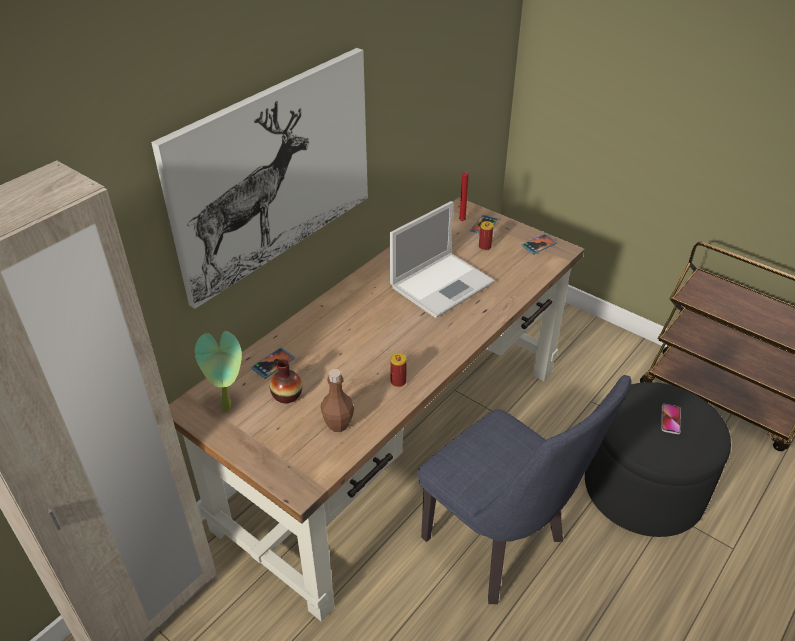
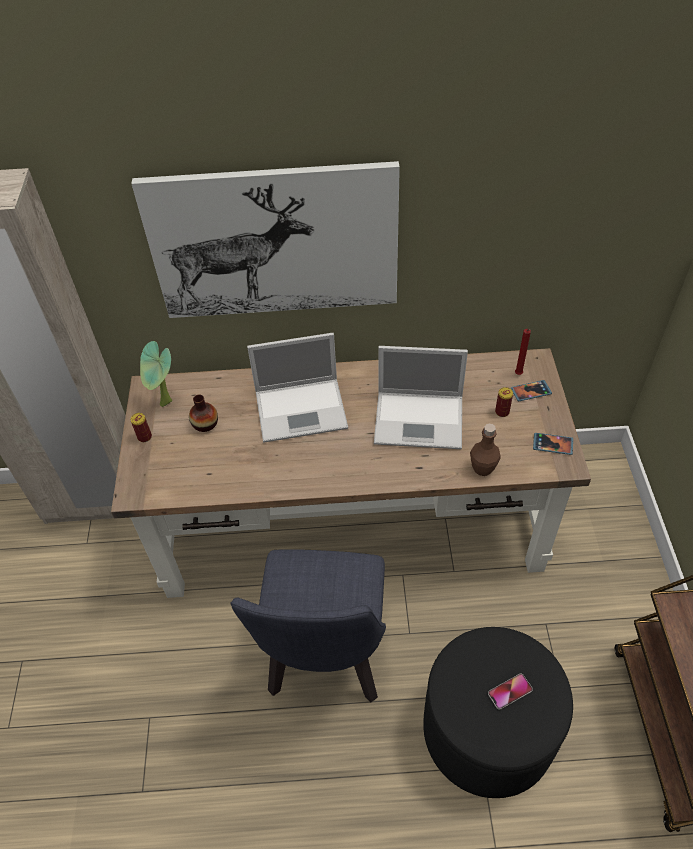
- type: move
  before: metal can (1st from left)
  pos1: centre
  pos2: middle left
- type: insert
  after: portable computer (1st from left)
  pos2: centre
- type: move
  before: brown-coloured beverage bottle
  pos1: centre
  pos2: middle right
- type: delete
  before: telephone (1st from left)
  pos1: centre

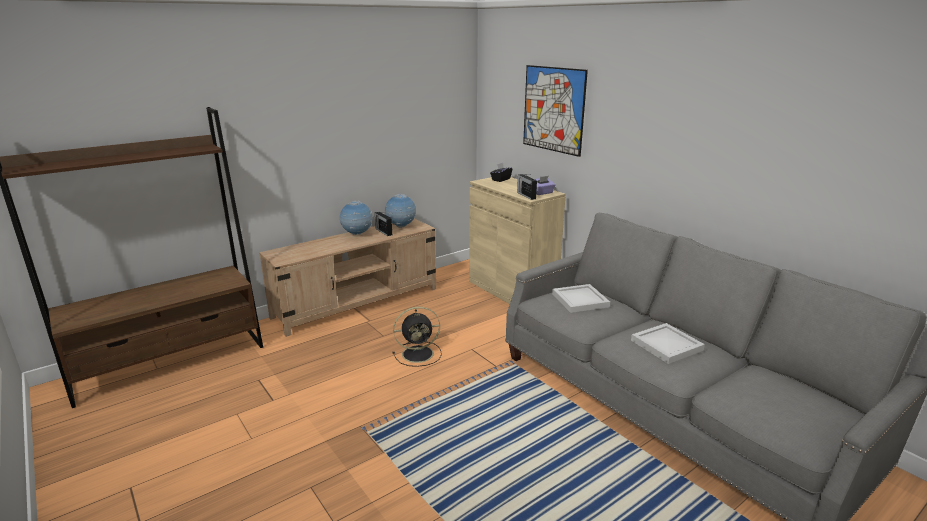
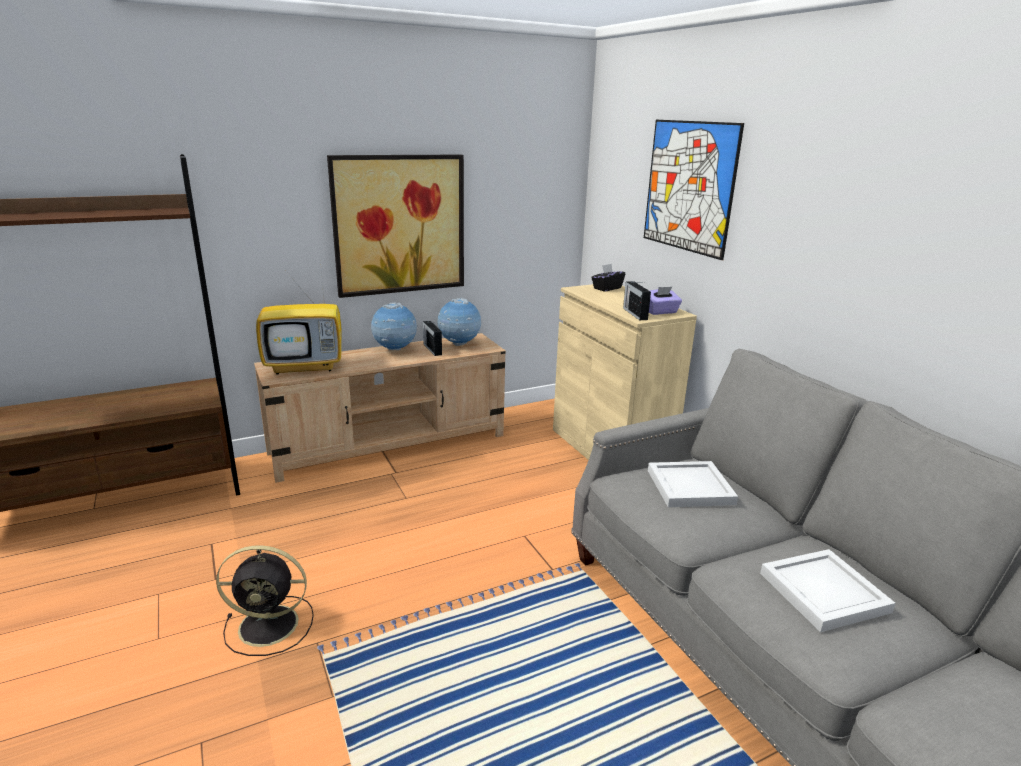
- type: move
  before: black-coloured electric fan
  pos1: centre
  pos2: bottom left
- type: insert
  after: television
  pos2: middle left
- type: insert
  after: picture (1st from left)
  pos2: top centre

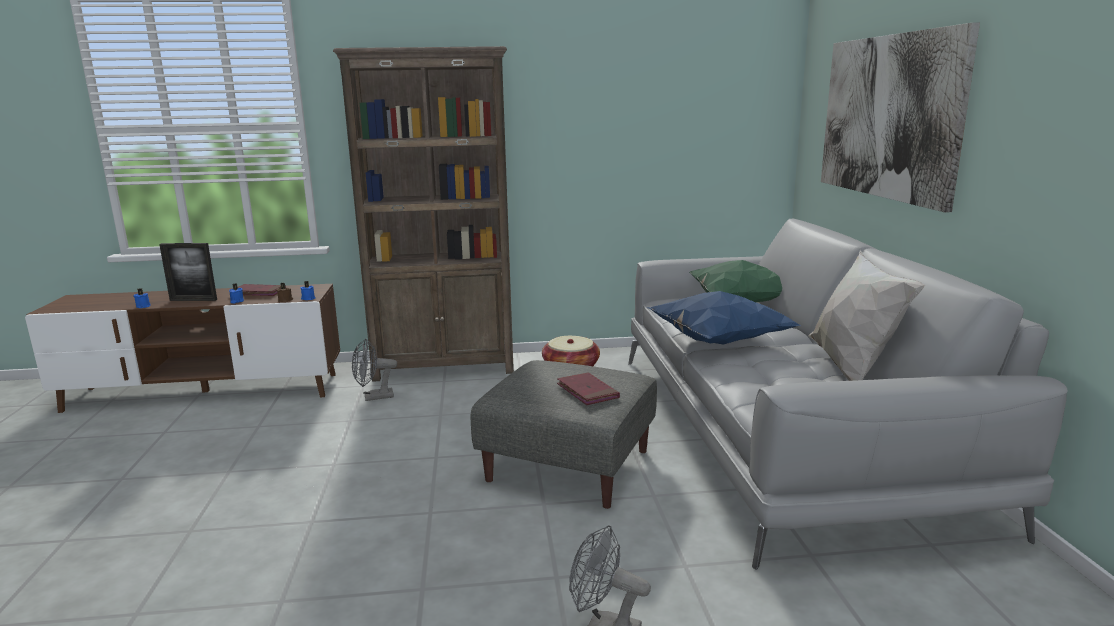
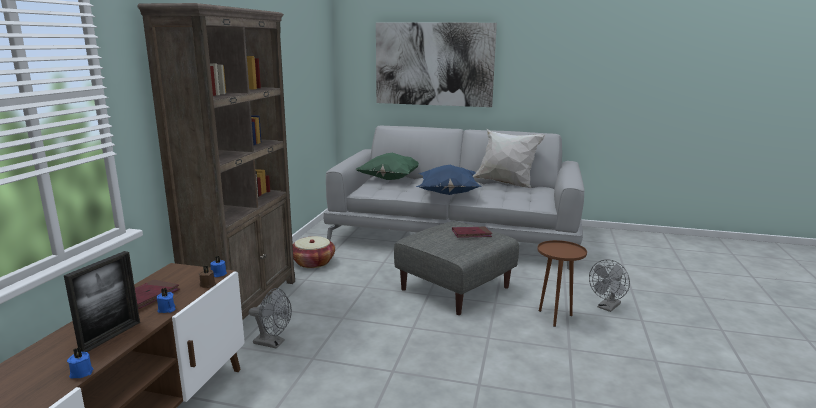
- type: rotate
  before: gray electric fan (1st from left)
  pos1: centre
  pos2: bottom left
  turn: -75
- type: insert
  after: brown-coloured end table
  pos2: bottom right

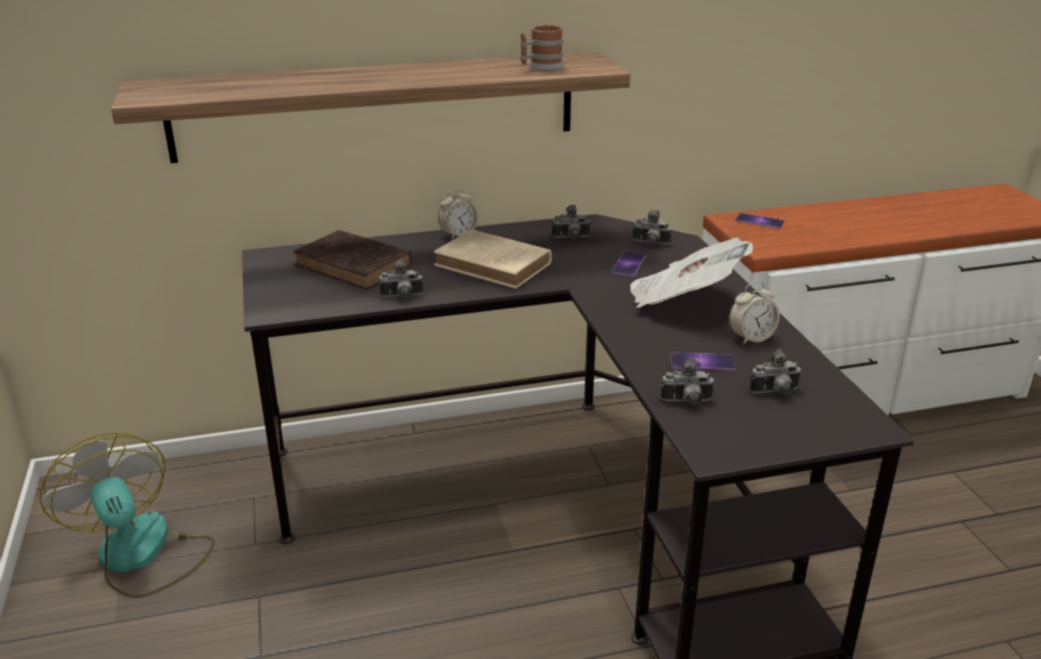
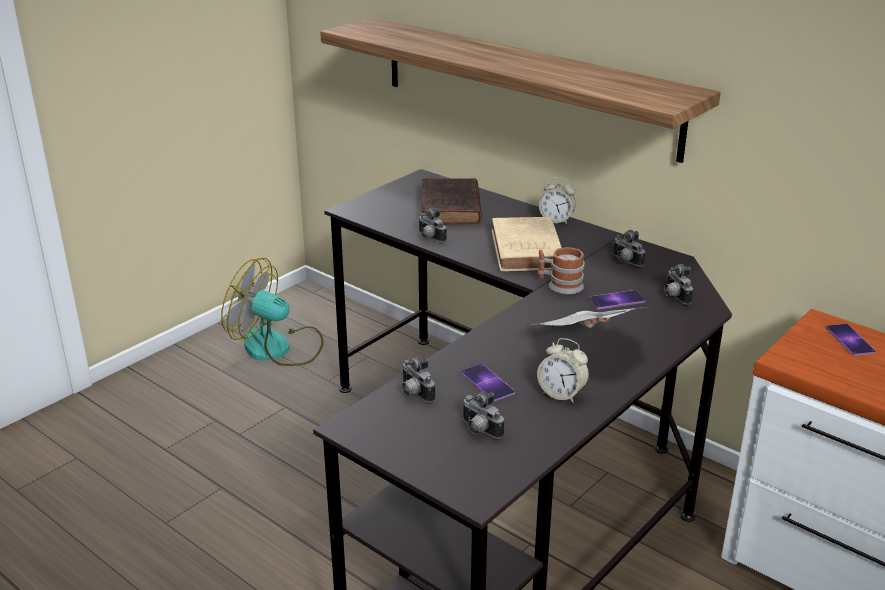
- type: rotate
  before: electric fan
  pos1: bottom left
  pos2: middle left
  turn: -90
- type: move
  before: mug
  pos1: top centre
  pos2: centre

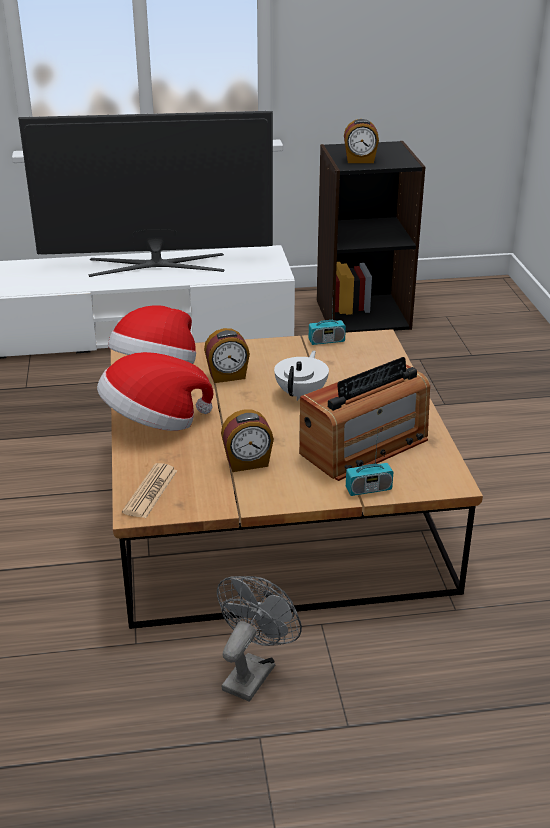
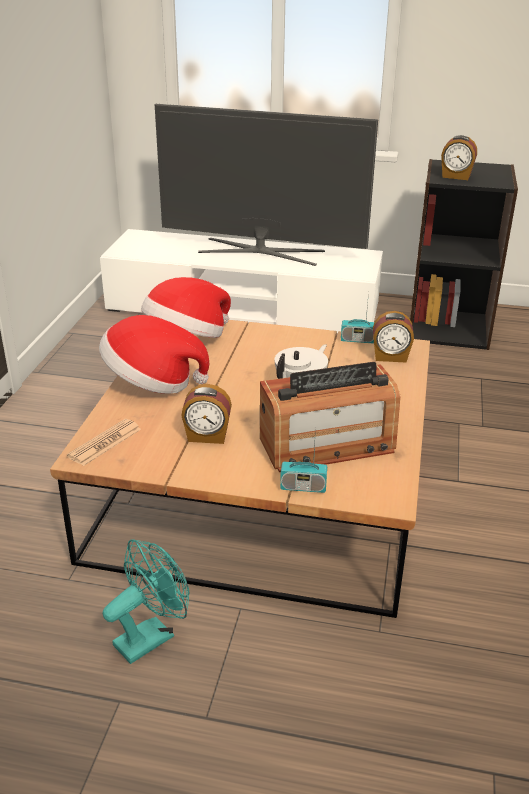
- type: recolor
  before: gray electric fan
  after: turquoise-coloured electric fan
  pos1: bottom centre
  pos2: bottom left
- type: move
  before: bedside clock (1st from left in the first image)
  after: bedside clock (2nd from left)
  pos1: centre
  pos2: middle right

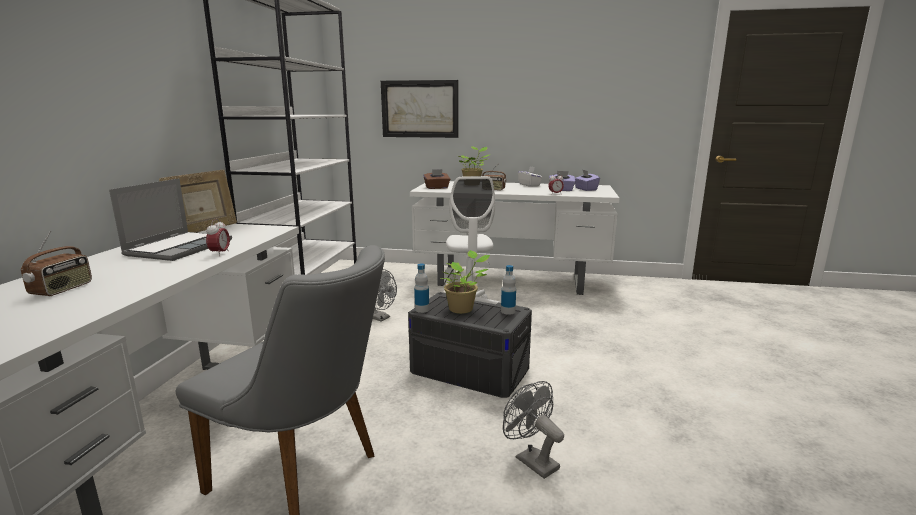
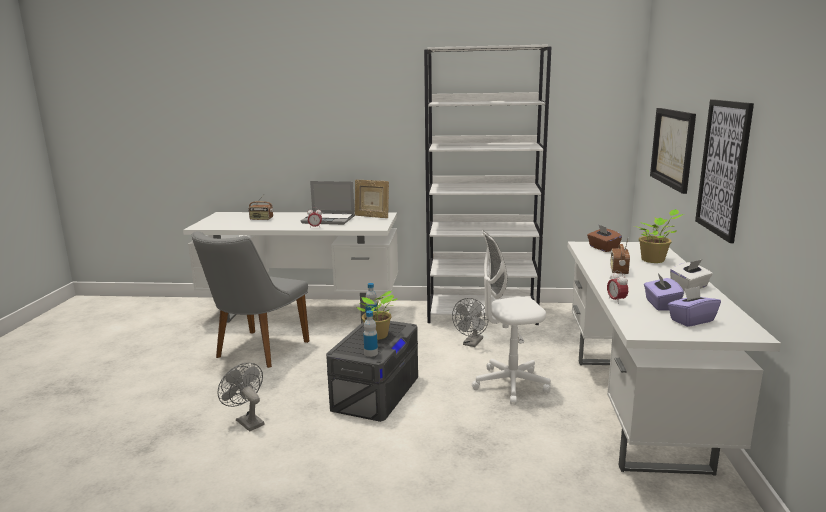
- type: rotate
  before: gray electric fan (2nd from left in the first image)
  pos1: bottom centre
  pos2: bottom left
  turn: -90
- type: insert
  after: picture (2nd from left)
  pos2: middle right

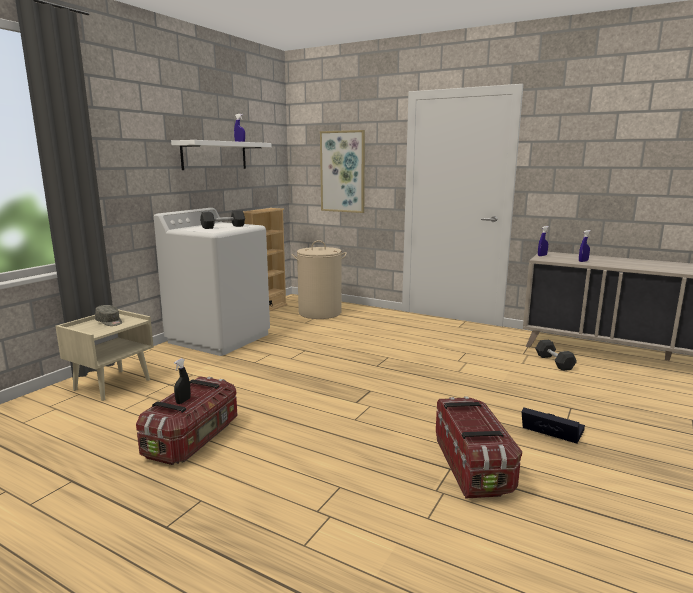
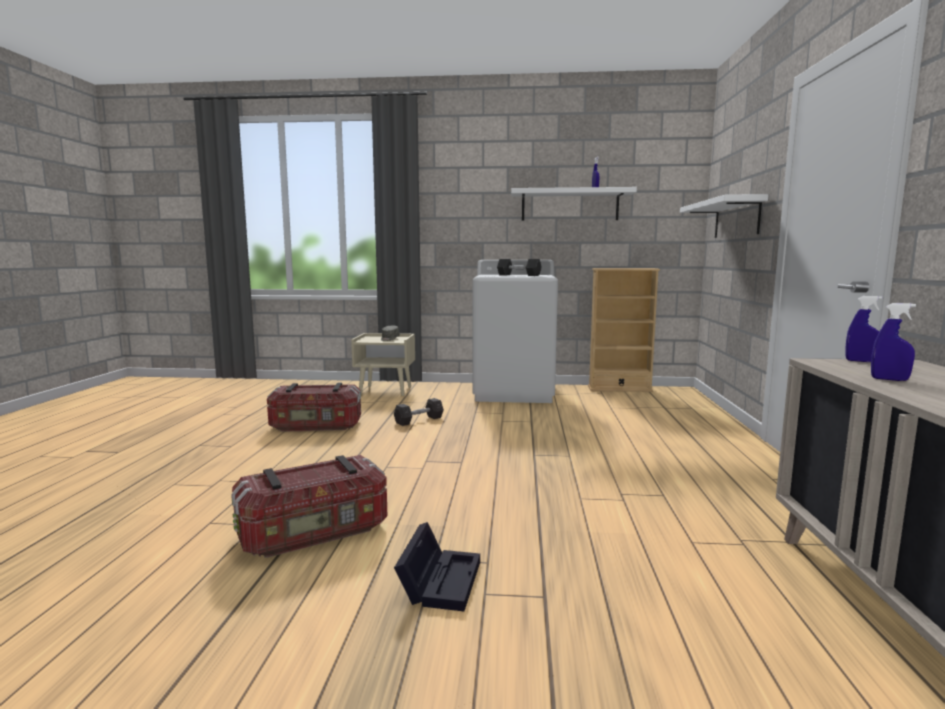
- type: move
  before: gray free weight (2nd from left in the first image)
  after: gray free weight (1st from left)
  pos1: middle right
  pos2: centre
- type: replace
  before: picture
  after: white-coloured wall shelf (2nd from left)
  pos1: top centre
  pos2: top right
- type: delete
  before: black-coloured spray bottle
  pos1: middle left
- type: delete
  before: beige-coloured washing basket
  pos1: centre

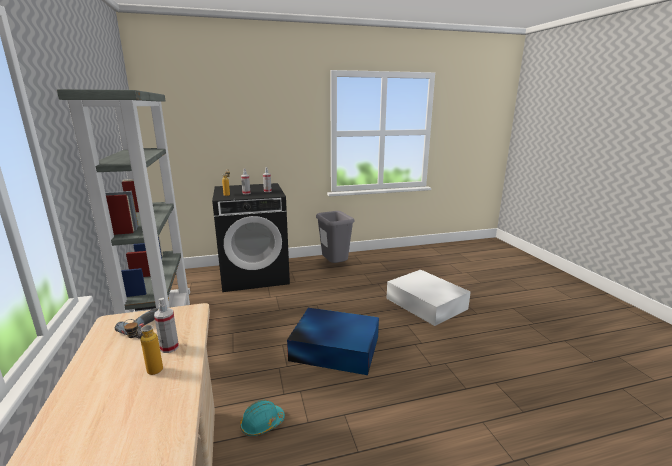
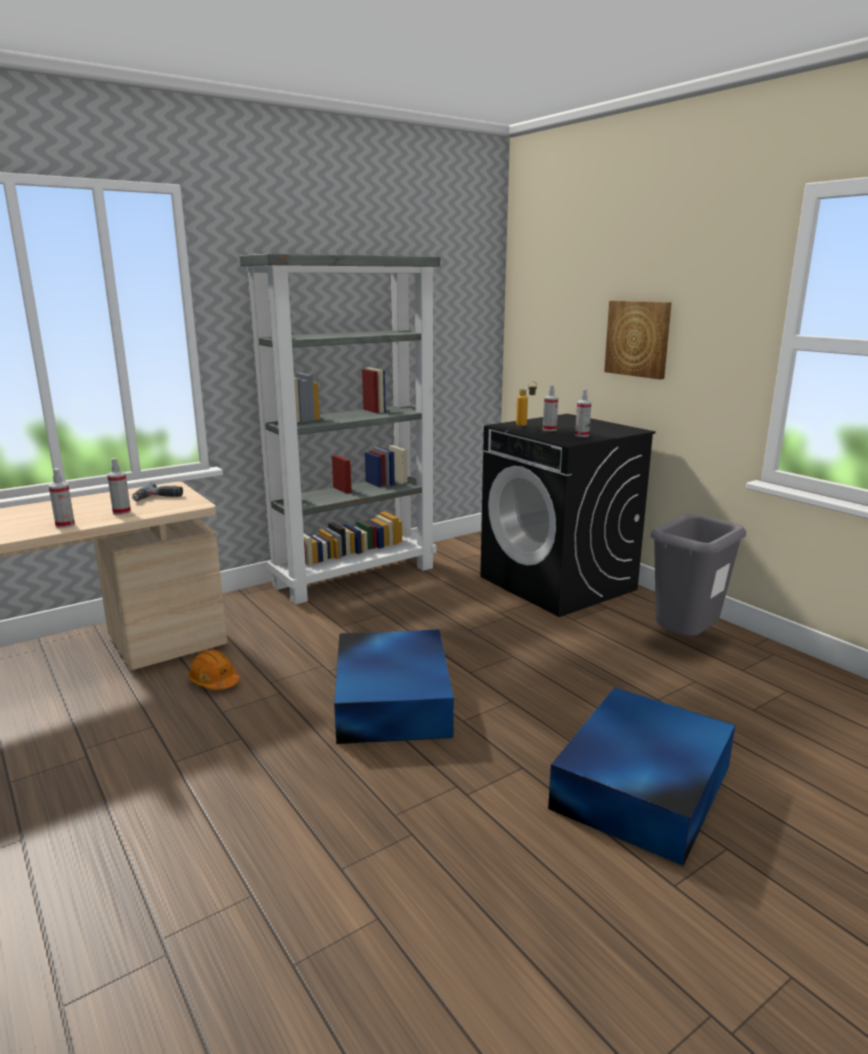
- type: insert
  after: spray bottle (1st from left)
  pos2: middle left
- type: recolor
  before: turquoise-coloured safety helmet
  after: orange safety helmet
  pos1: bottom centre
  pos2: middle left
- type: recolor
  before: white-coloured storage container
  after: blue storage container (2nd from left)
  pos1: centre
  pos2: bottom right
- type: insert
  after: picture
  pos2: top right
- type: delete
  before: beverage bottle (1st from left)
  pos1: bottom left

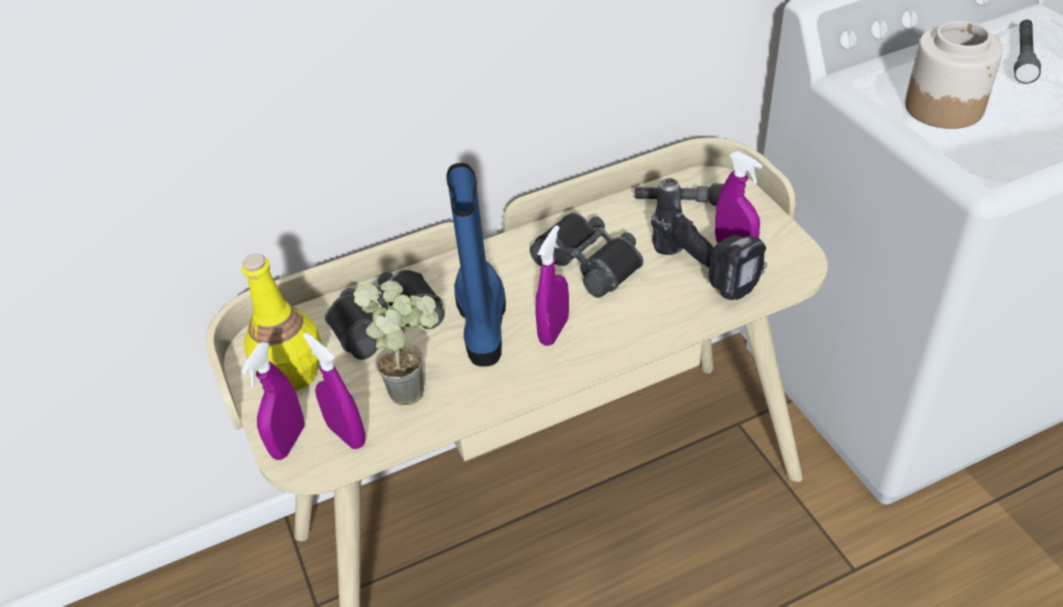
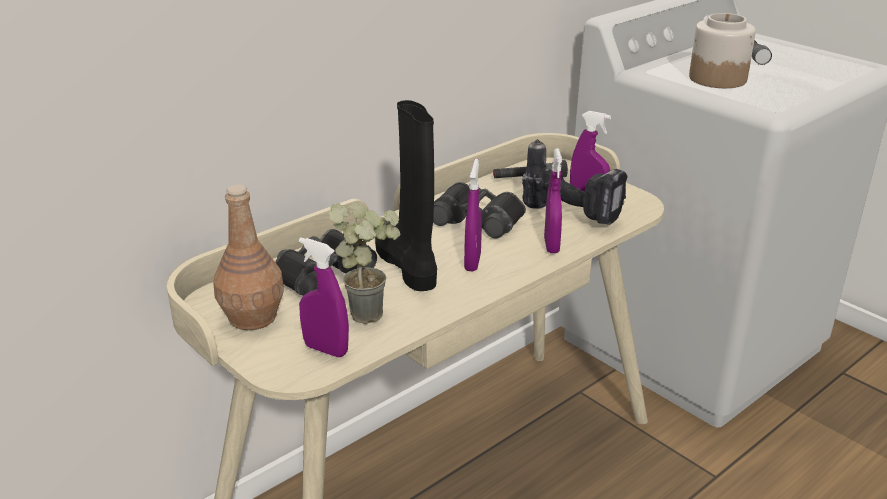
- type: recolor
  before: yellow beverage bottle
  after: brown-coloured beverage bottle
  pos1: middle left
  pos2: middle left
- type: recolor
  before: blue tall boot
  after: black-coloured tall boot
  pos1: centre
  pos2: centre
- type: move
  before: purple spray bottle (1st from left in the first image)
  after: purple spray bottle (3rd from left)
  pos1: middle left
  pos2: centre

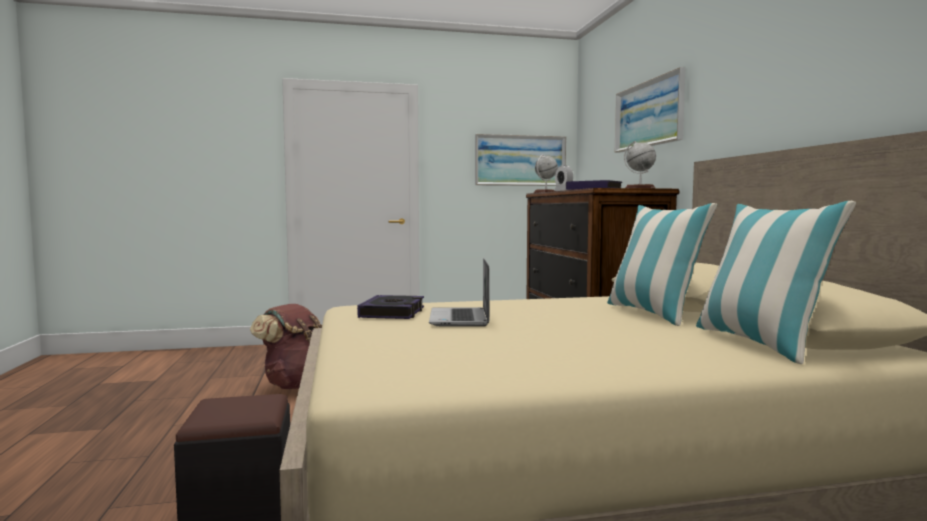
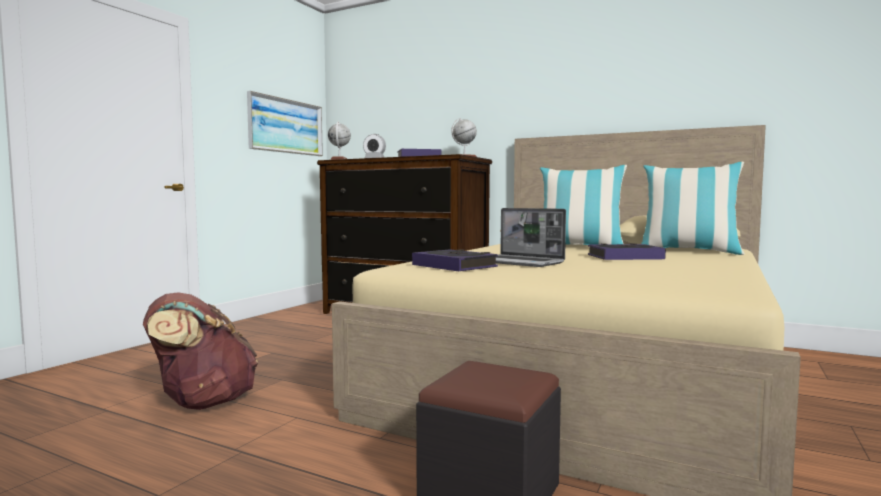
- type: insert
  after: book (3rd from left)
  pos2: middle right
- type: delete
  before: picture (2nd from left)
  pos1: top right

